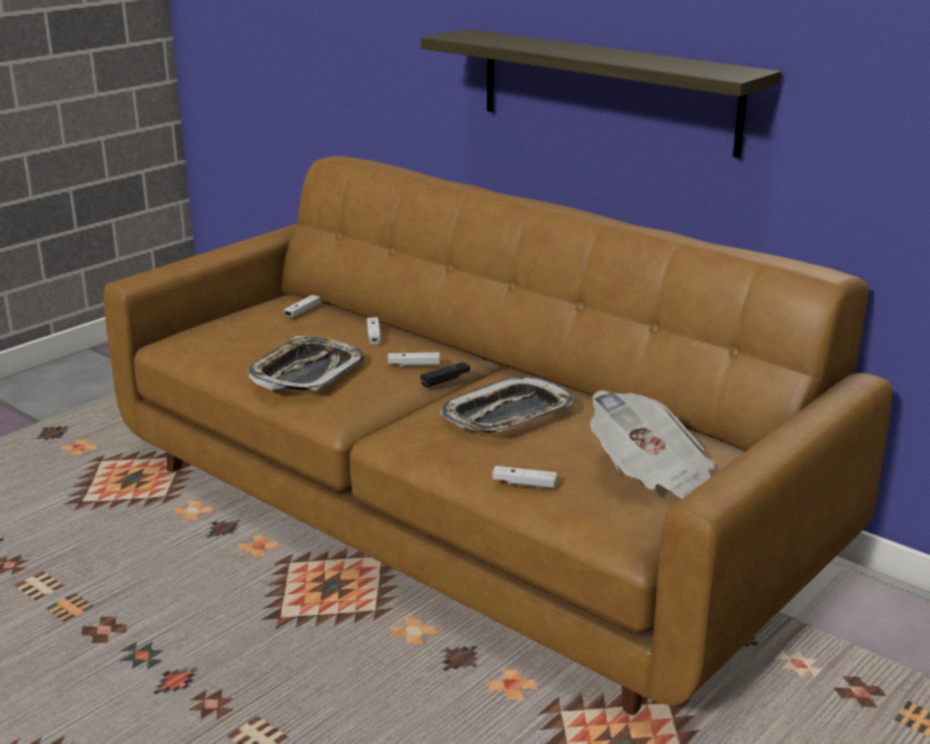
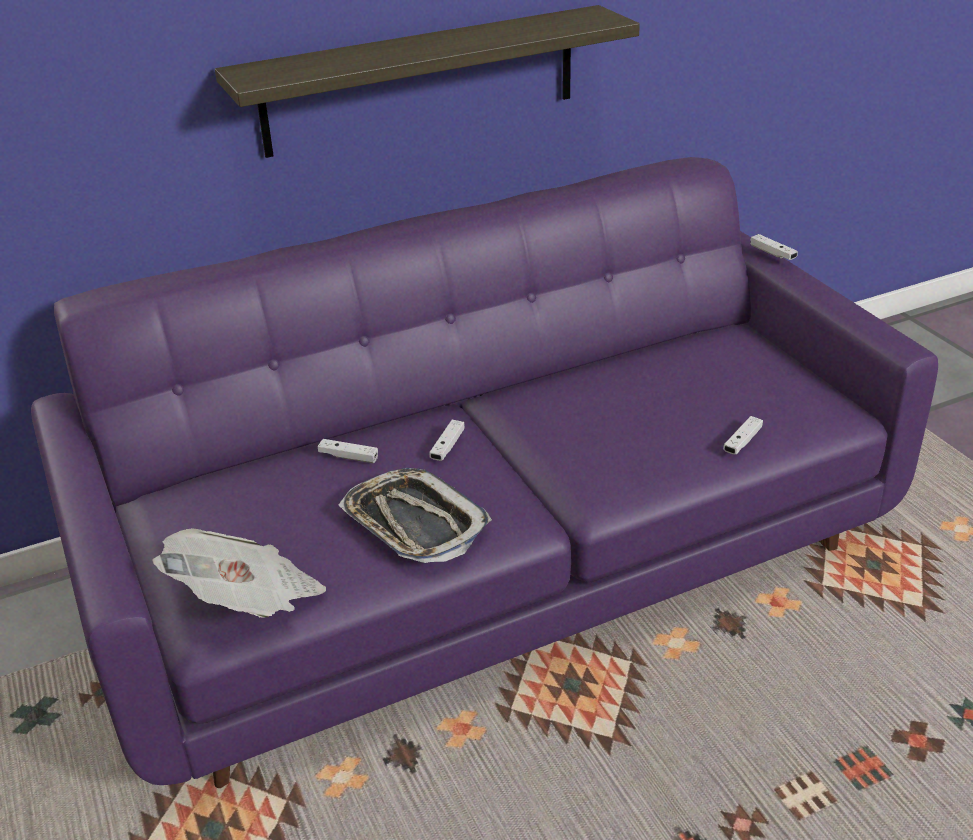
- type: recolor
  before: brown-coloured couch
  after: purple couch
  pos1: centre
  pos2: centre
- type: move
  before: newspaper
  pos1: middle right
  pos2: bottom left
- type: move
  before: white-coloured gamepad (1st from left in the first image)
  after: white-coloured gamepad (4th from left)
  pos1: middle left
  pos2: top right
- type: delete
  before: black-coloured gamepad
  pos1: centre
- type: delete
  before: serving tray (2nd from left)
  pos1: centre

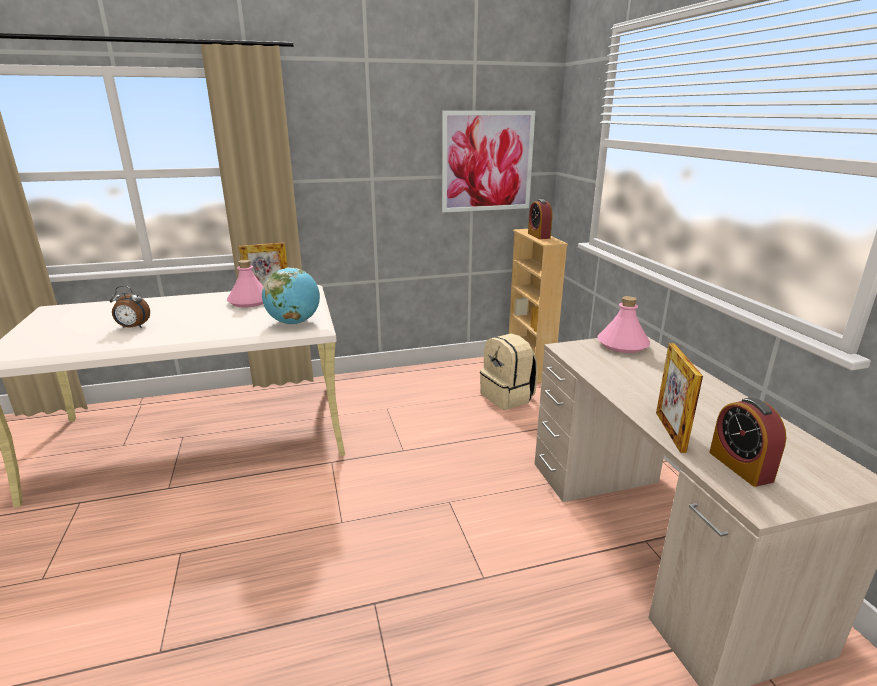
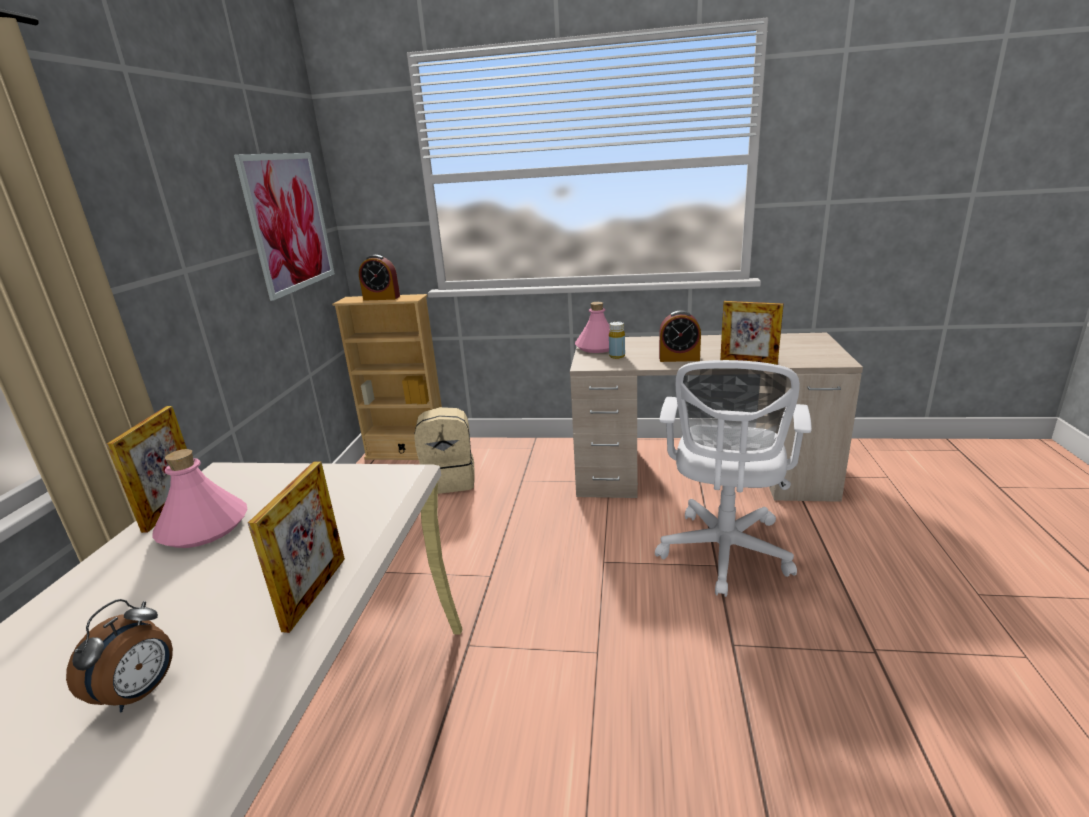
- type: insert
  after: photo frame (2nd from left)
  pos2: bottom left
- type: insert
  after: yellow beverage bottle
  pos2: centre
- type: insert
  after: white-coloured office chair
  pos2: middle right
- type: move
  before: bedside clock (3rd from left)
  pos1: middle right
  pos2: centre
- type: delete
  before: desk globe
  pos1: middle left

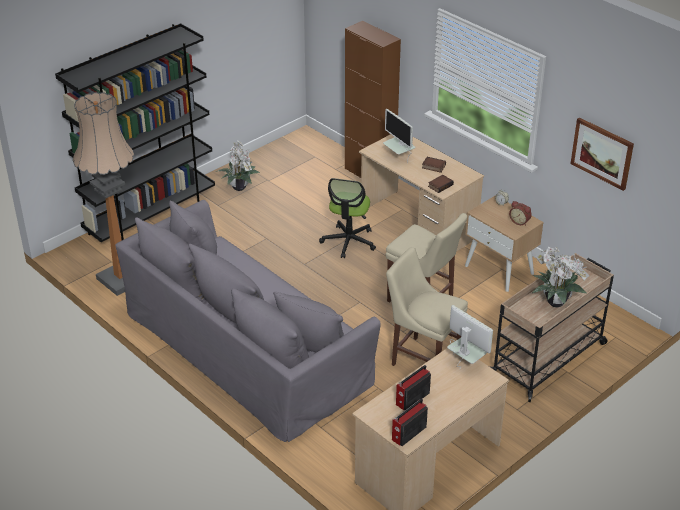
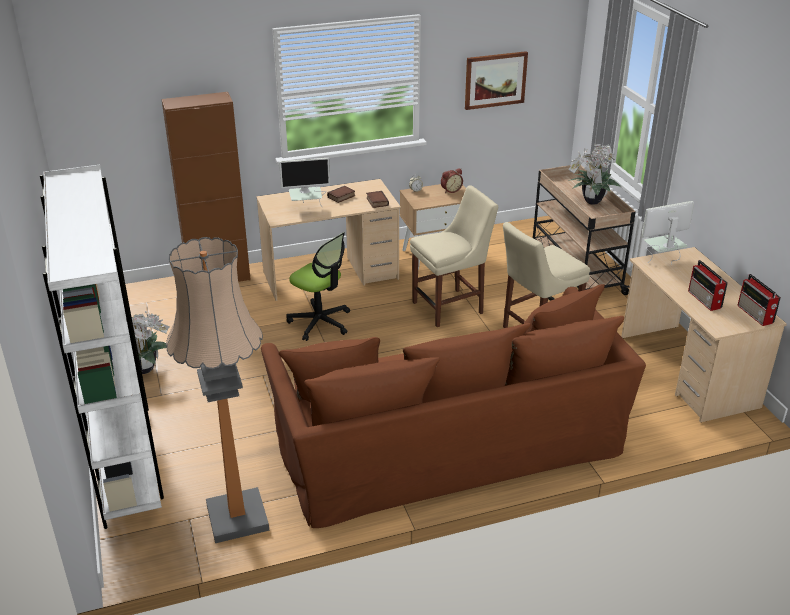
- type: recolor
  before: black-coloured shelving unit
  after: white-coloured shelving unit
  pos1: top left
  pos2: middle left
- type: recolor
  before: gray couch
  after: brown-coloured couch
  pos1: centre
  pos2: centre

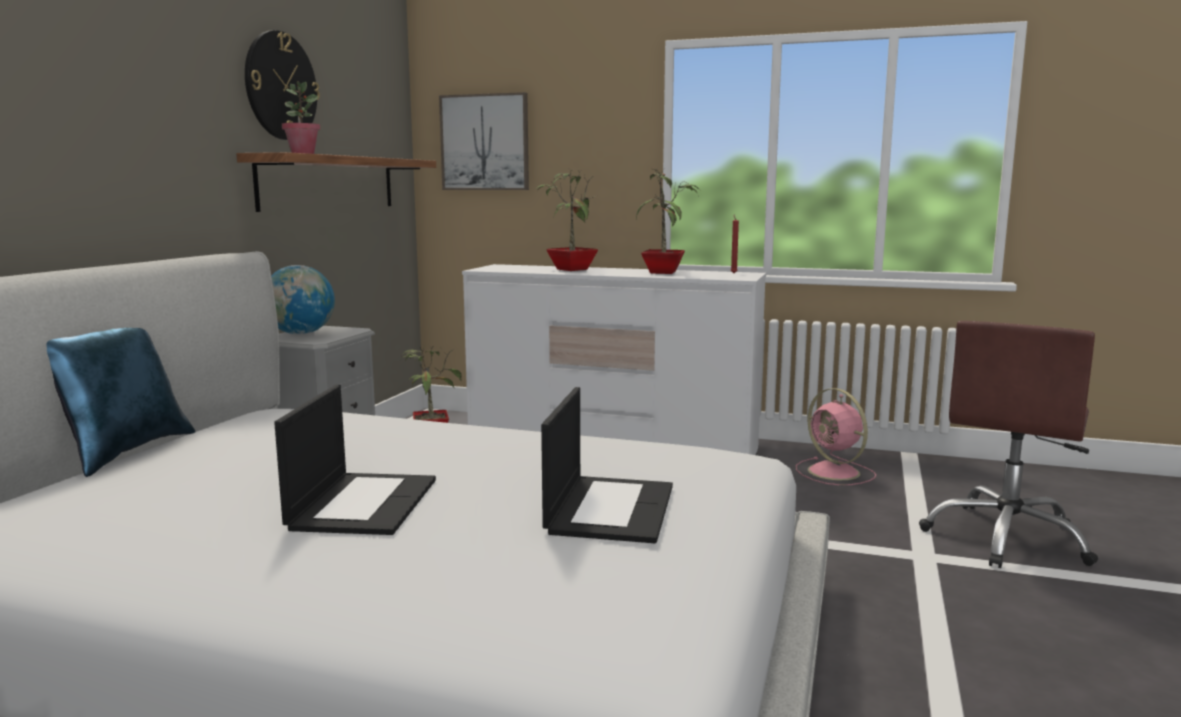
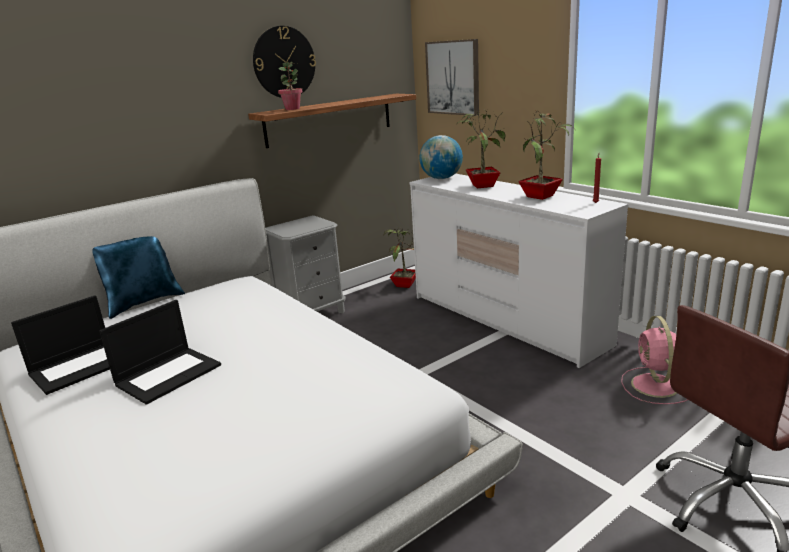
- type: move
  before: portable computer (2nd from left in the first image)
  after: portable computer (1st from left)
  pos1: centre
  pos2: middle left
- type: move
  before: desk globe
  pos1: middle left
  pos2: top centre

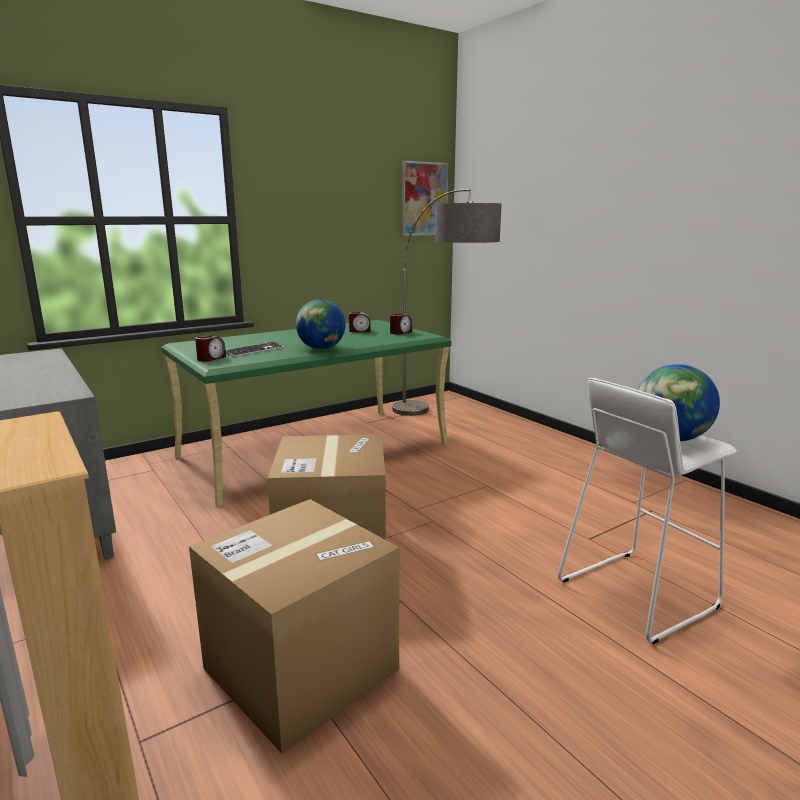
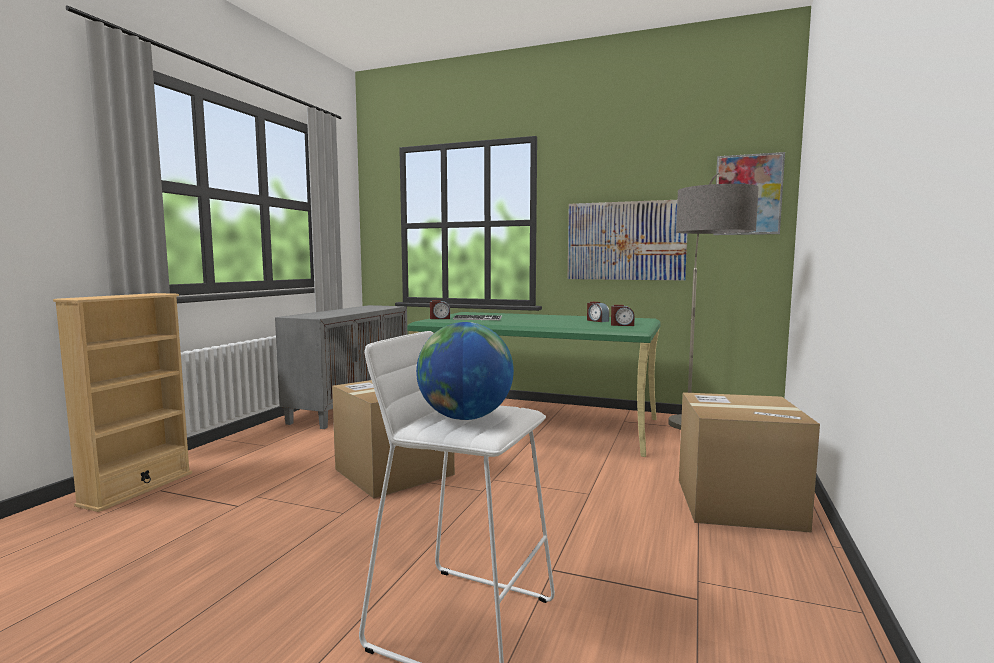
- type: insert
  after: picture (1st from left)
  pos2: centre
- type: move
  before: packing box (1st from left in the first image)
  after: packing box (2nd from left)
  pos1: bottom centre
  pos2: bottom right
- type: delete
  before: desk globe (1st from left)
  pos1: centre

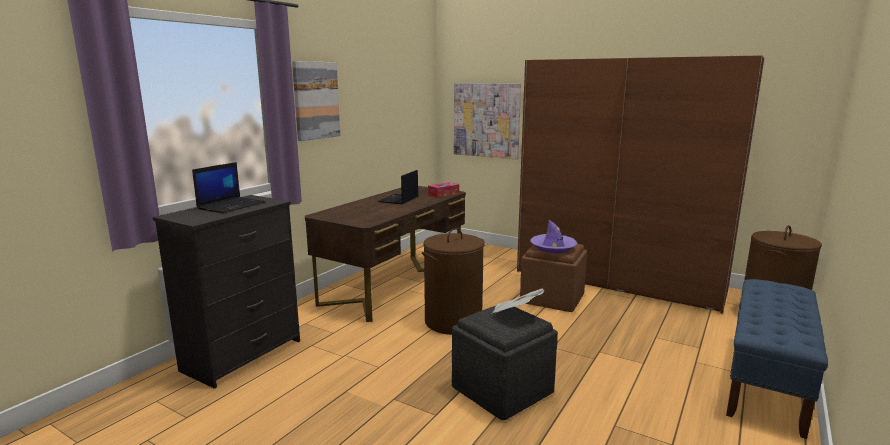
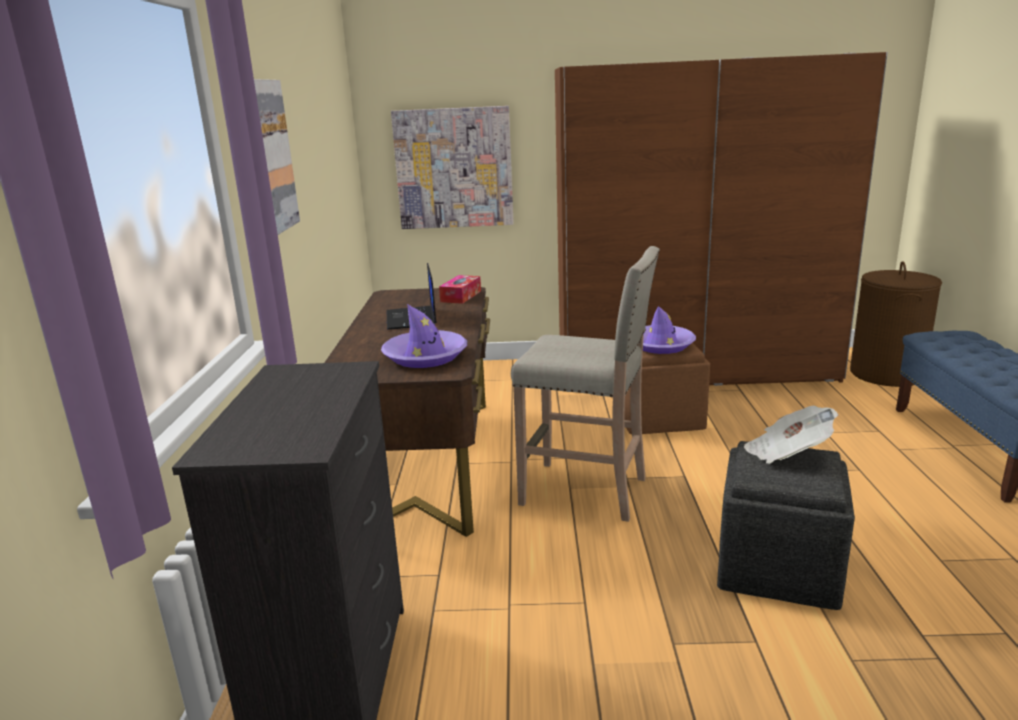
- type: insert
  after: purple clothing hat (1st from left)
  pos2: centre
- type: replace
  before: brown-coloured washing basket (1st from left)
  after: beige-coloured sitting stool
  pos1: centre
  pos2: centre
- type: delete
  before: portable computer (1st from left)
  pos1: middle left

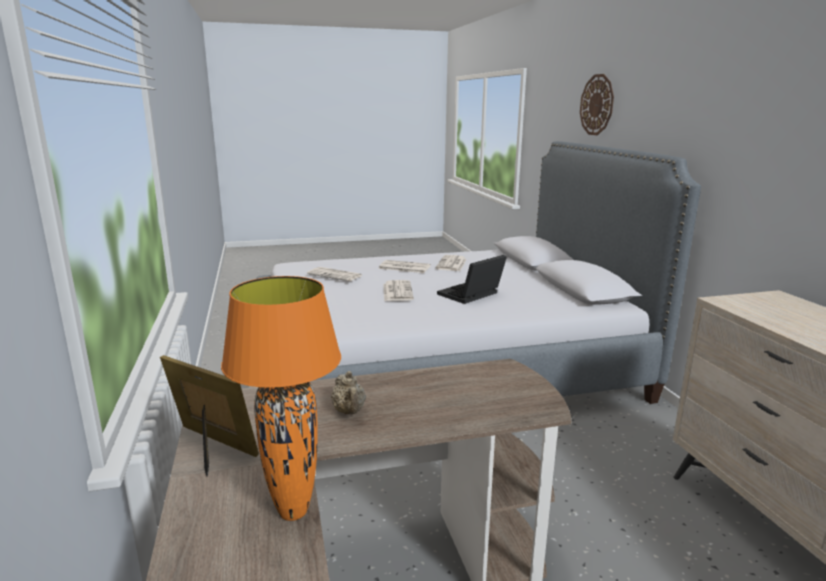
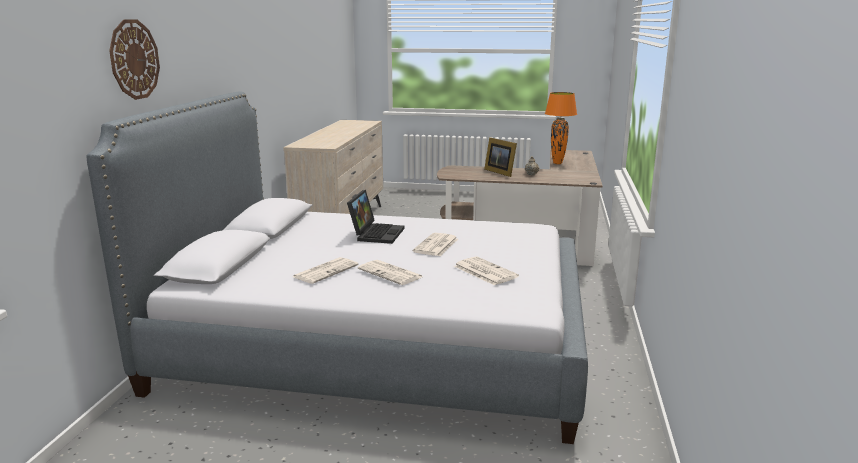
- type: rotate
  before: portable computer
  pos1: centre
  pos2: centre
  turn: -60
- type: move
  before: photo frame
  pos1: bottom left
  pos2: centre

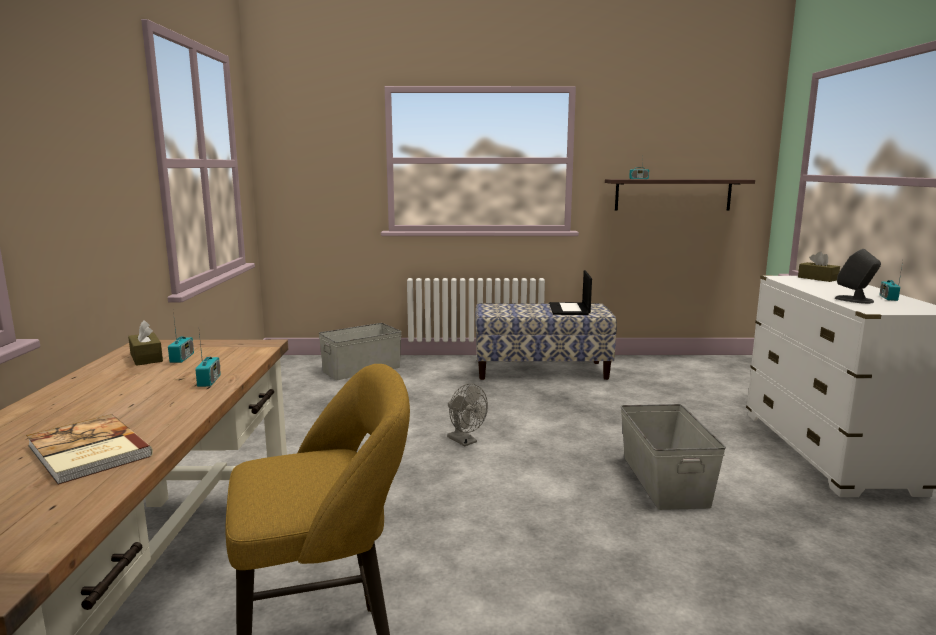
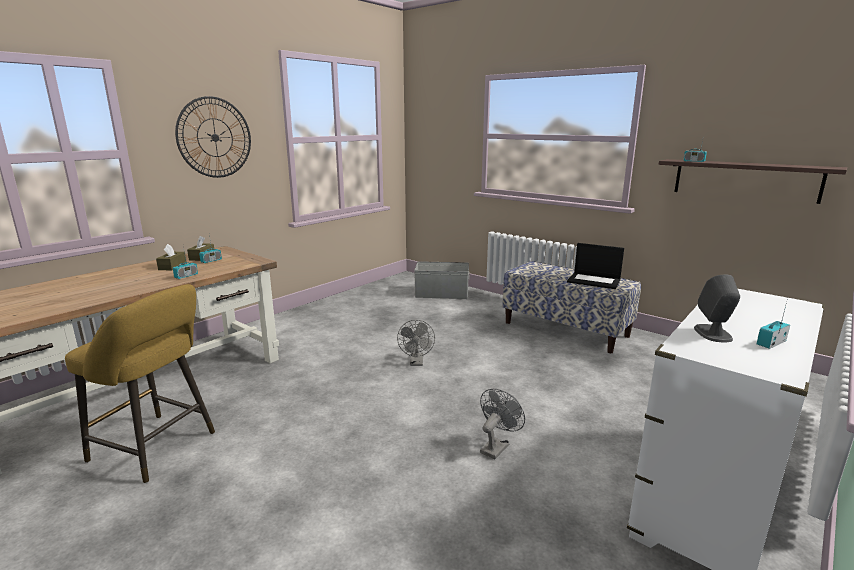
- type: move
  before: brown-coloured tissue holder (2nd from left in the first image)
  after: brown-coloured tissue holder (1st from left)
  pos1: middle right
  pos2: middle left
- type: insert
  after: wall clock
  pos2: top left
- type: replace
  before: gray storage container (2nd from left)
  after: gray electric fan (2nd from left)
  pos1: bottom right
  pos2: bottom centre
- type: rotate
  before: portable computer
  pos1: centre
  pos2: middle right
  turn: -105
- type: delete
  before: book
  pos1: bottom left

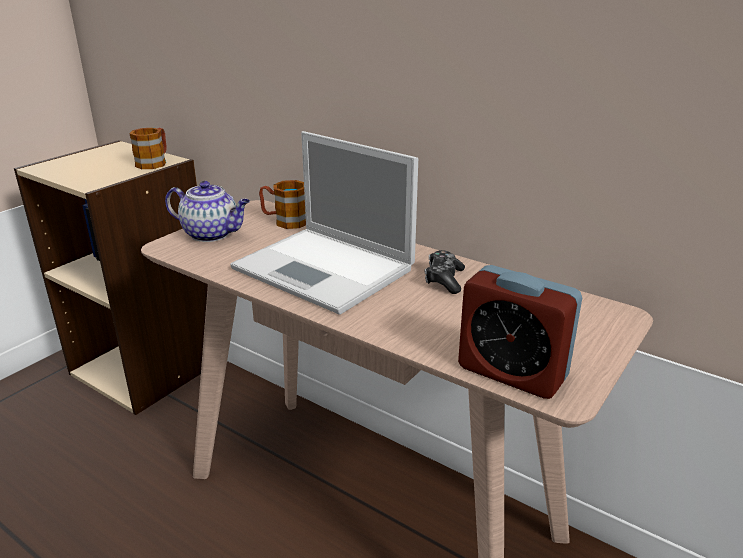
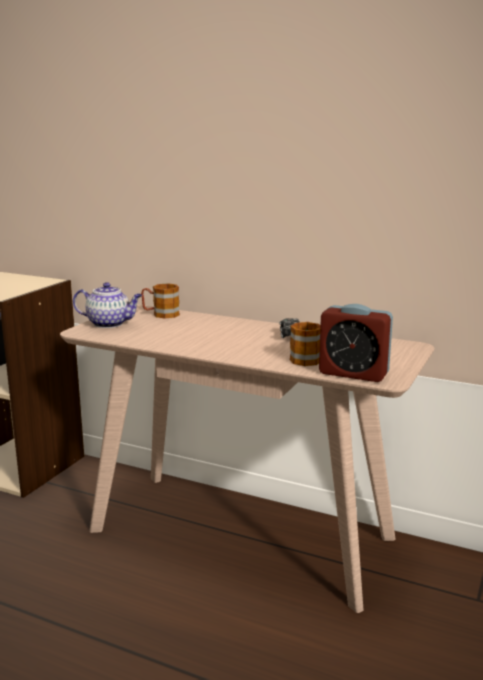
- type: move
  before: mug (1st from left in the first image)
  after: mug (2nd from left)
  pos1: top left
  pos2: centre
- type: delete
  before: portable computer
  pos1: centre

